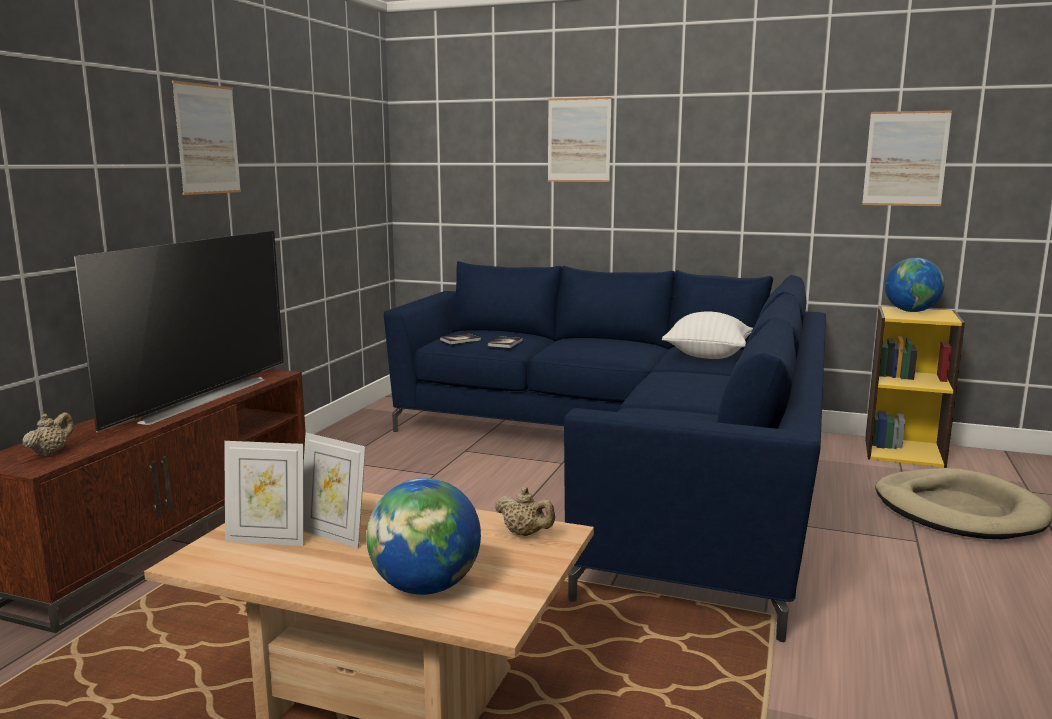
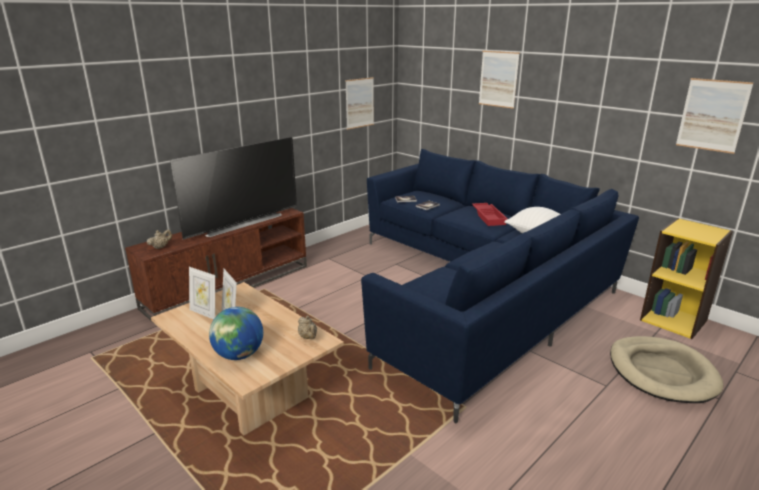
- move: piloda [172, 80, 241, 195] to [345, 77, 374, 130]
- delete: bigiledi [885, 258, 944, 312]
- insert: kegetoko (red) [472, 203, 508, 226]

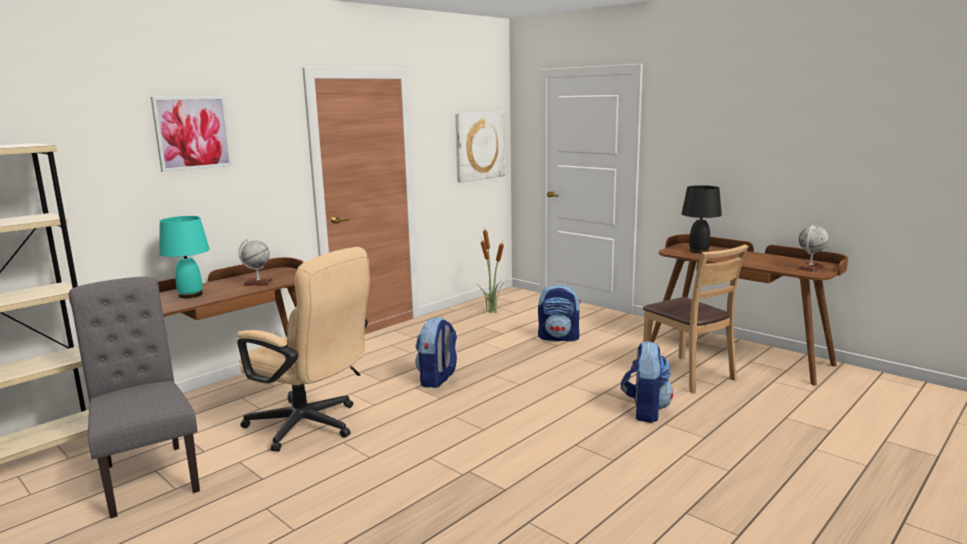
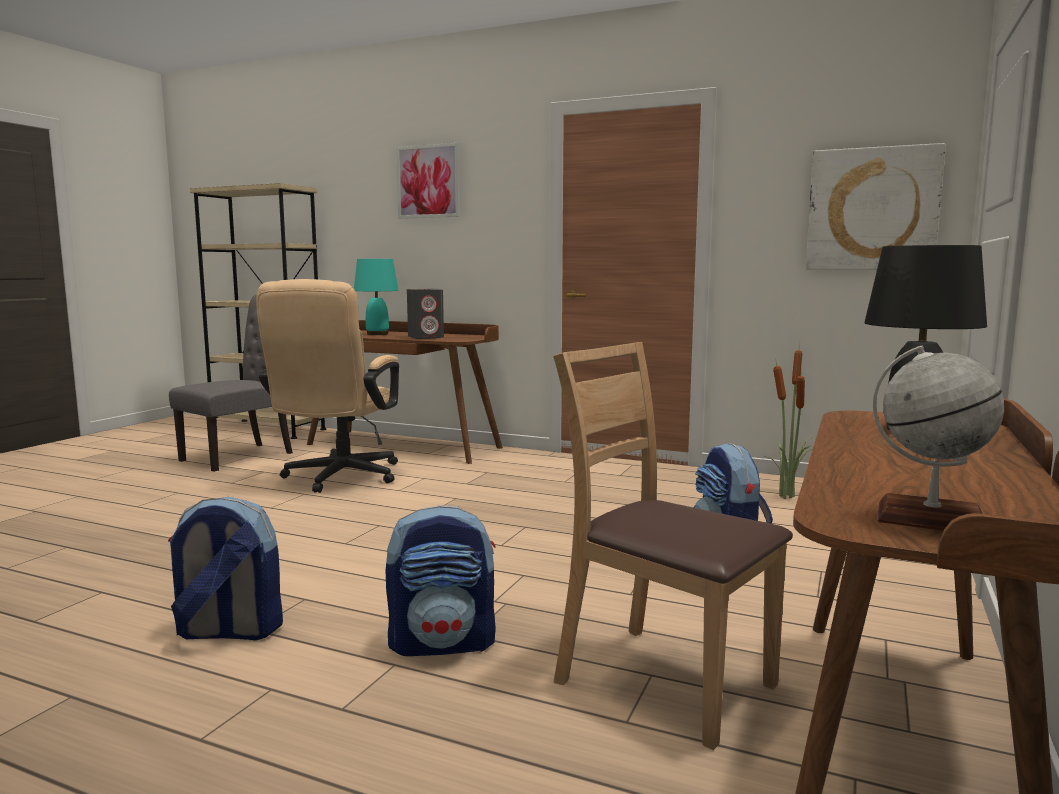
- replace: bigiledi [239, 239, 274, 286] to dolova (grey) [407, 289, 444, 339]
- rotate: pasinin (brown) [643, 244, 749, 393] = [553, 342, 793, 750] 90 degrees clockwise
- move: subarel [415, 317, 457, 388] to [168, 497, 283, 640]

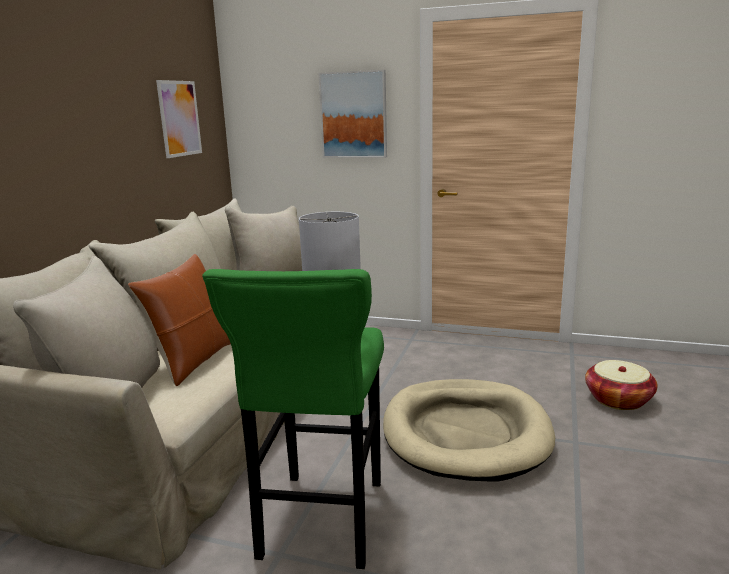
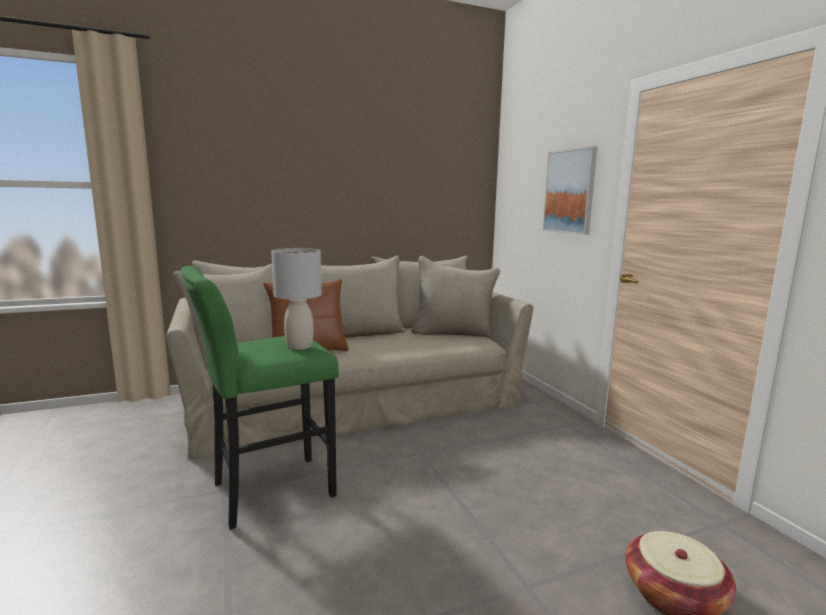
- delete: piloda [156, 80, 202, 158]
- delete: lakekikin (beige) [383, 379, 555, 481]

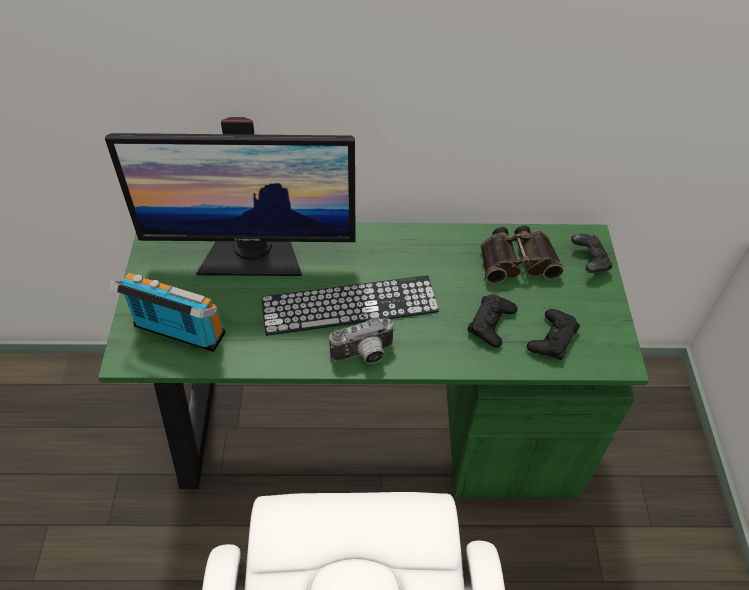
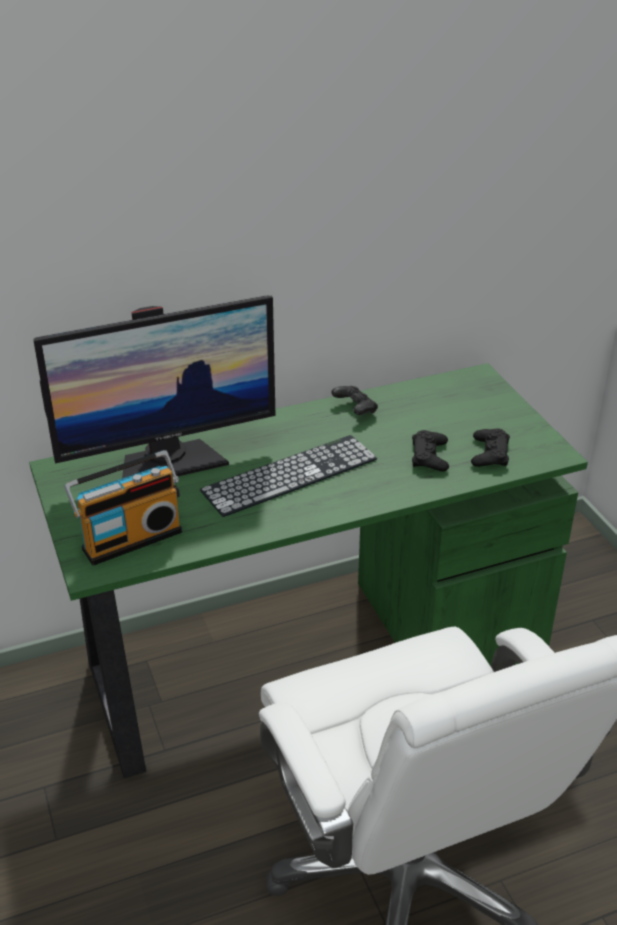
- delete: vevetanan [481, 225, 564, 284]
- move: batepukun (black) [571, 234, 612, 273] to [331, 386, 378, 415]
- rotate: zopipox [108, 273, 225, 352] = [64, 450, 182, 566] 150 degrees clockwise
- delete: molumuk [330, 318, 395, 364]

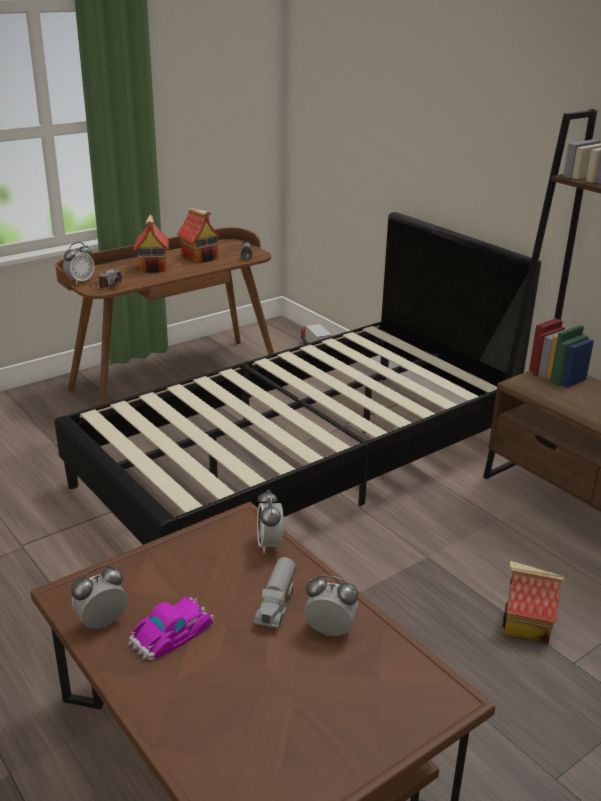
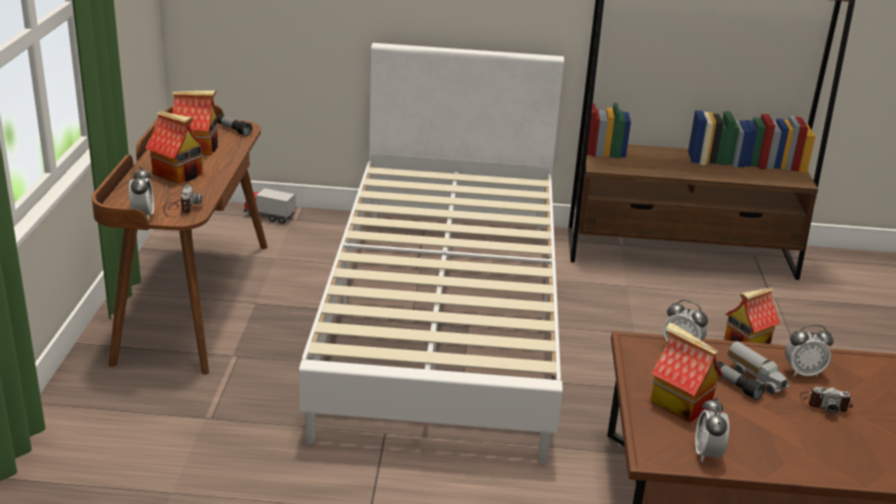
- recolor: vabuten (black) [55, 212, 541, 545] to vabuten (white) [299, 43, 564, 464]
- rotate: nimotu [304, 575, 359, 636] = [785, 324, 834, 377] 150 degrees counterclockwise
- delete: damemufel [128, 597, 213, 660]
- insert: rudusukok [650, 323, 723, 423]
- insert: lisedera [717, 361, 765, 400]
- insert: molumuk [800, 387, 853, 414]

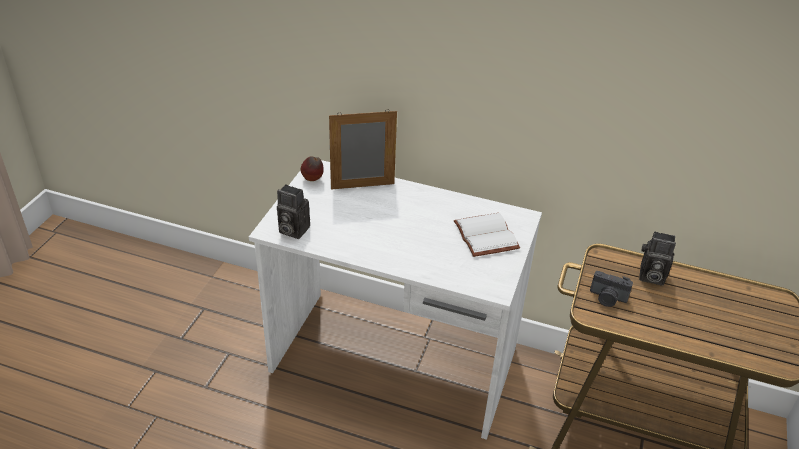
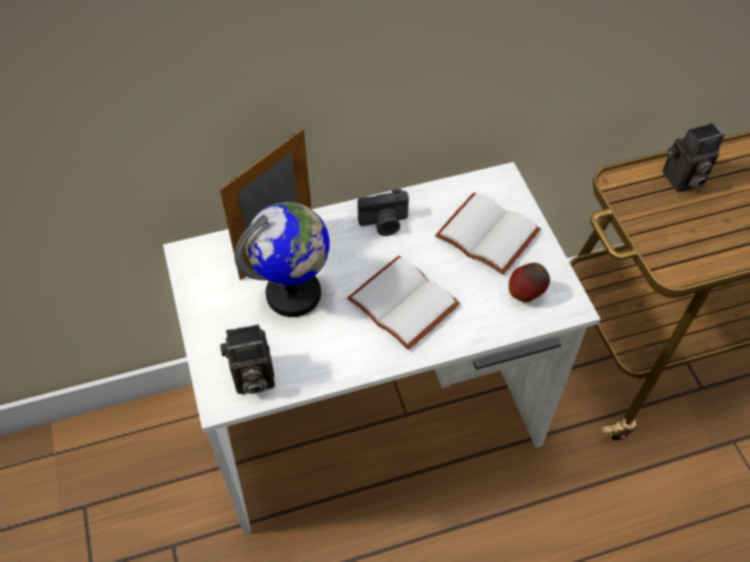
- move: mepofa [301, 157, 324, 181] to [509, 263, 550, 302]
- move: molumuk [590, 271, 633, 307] to [358, 189, 409, 236]
- insert: bigiledi [234, 202, 330, 317]
- insert: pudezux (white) [347, 256, 460, 350]

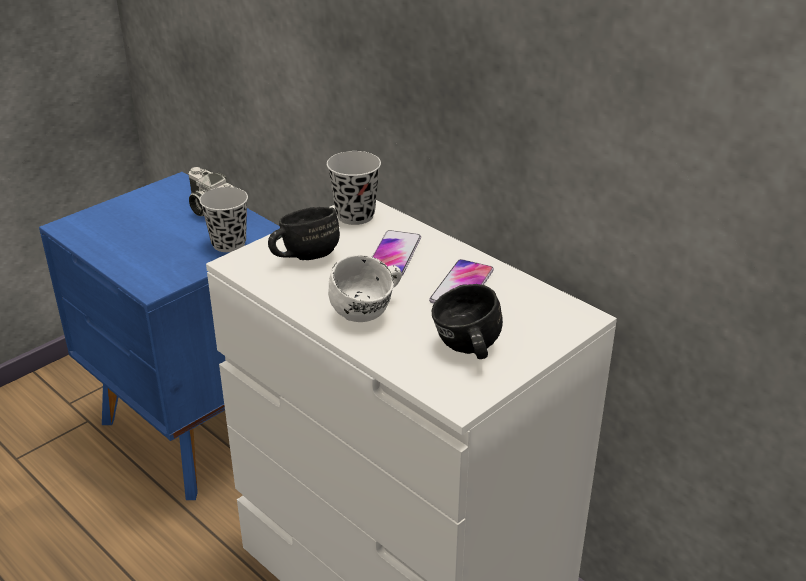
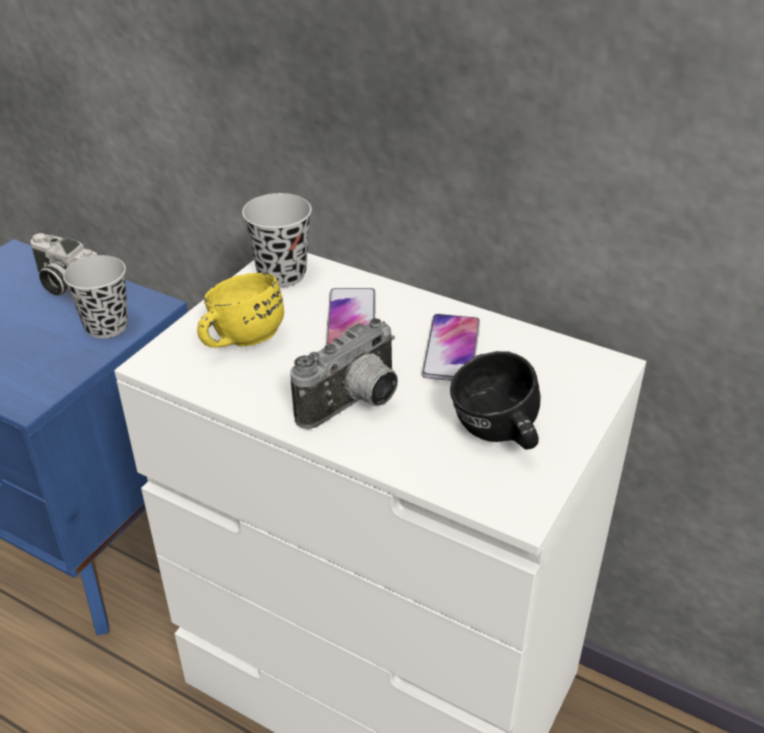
- recolor: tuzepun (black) [268, 207, 340, 260] to tuzepun (yellow) [197, 273, 284, 348]
- replace: tuzepun (white) [328, 254, 402, 322] to molumuk [290, 318, 398, 429]

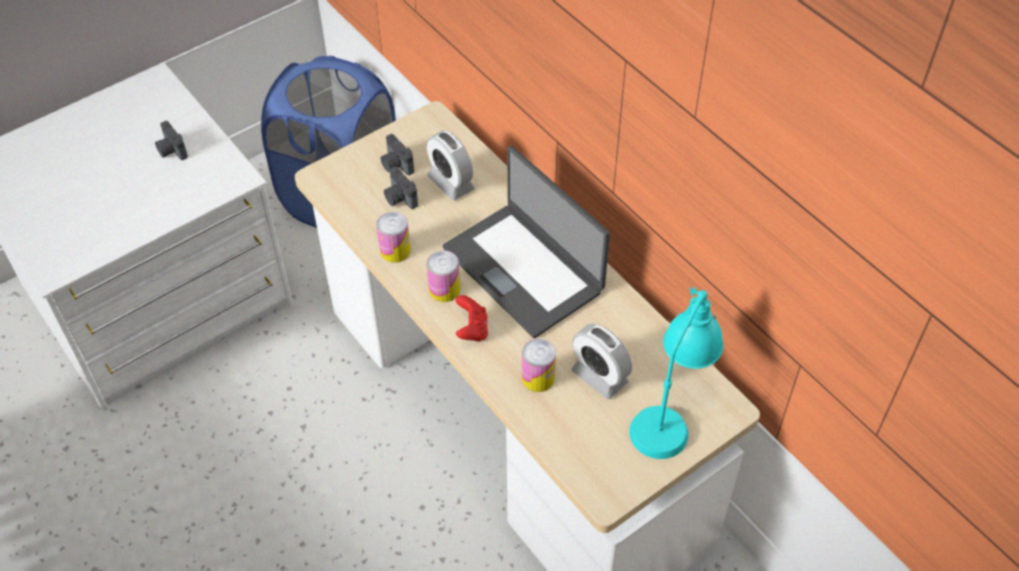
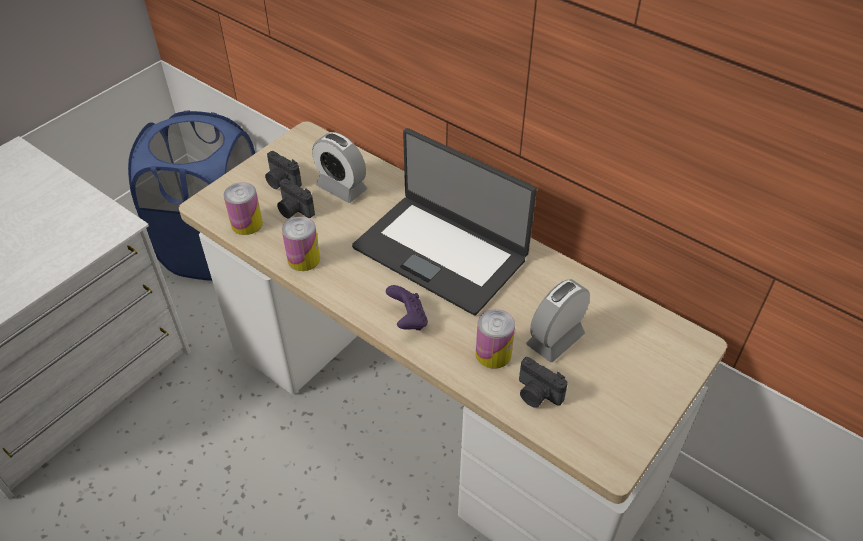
- move: molumuk [155, 121, 188, 160] to [519, 357, 568, 408]
- move: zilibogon [426, 250, 460, 302] to [223, 182, 263, 235]
- delete: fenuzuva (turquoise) [629, 287, 723, 459]
- recolor: batepukun (red) [455, 295, 488, 342] to batepukun (purple) [386, 285, 428, 330]
- rotate: nimotu [572, 323, 632, 399] = [526, 279, 590, 362] 105 degrees clockwise

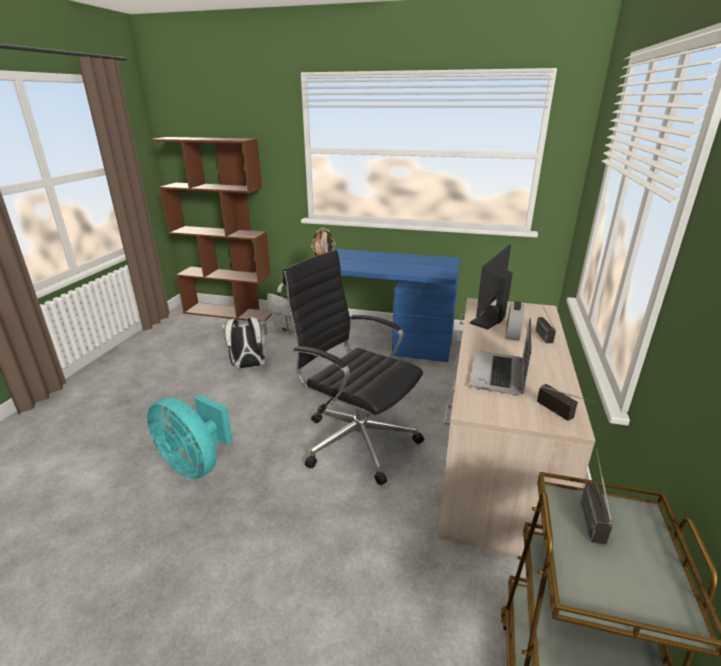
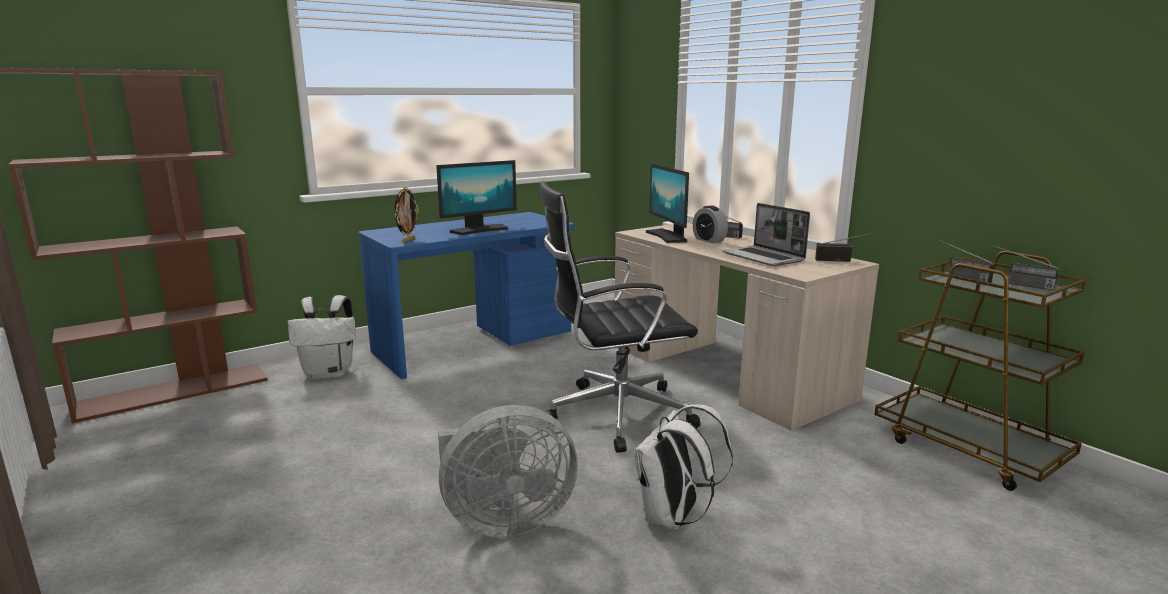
- move: subarel (white) [221, 317, 267, 369] to [635, 404, 733, 530]
- recolor: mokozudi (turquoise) [147, 394, 233, 479] to mokozudi (grey) [438, 405, 578, 537]
- insert: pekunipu [436, 160, 517, 235]
- insert: zopipox [992, 245, 1059, 290]

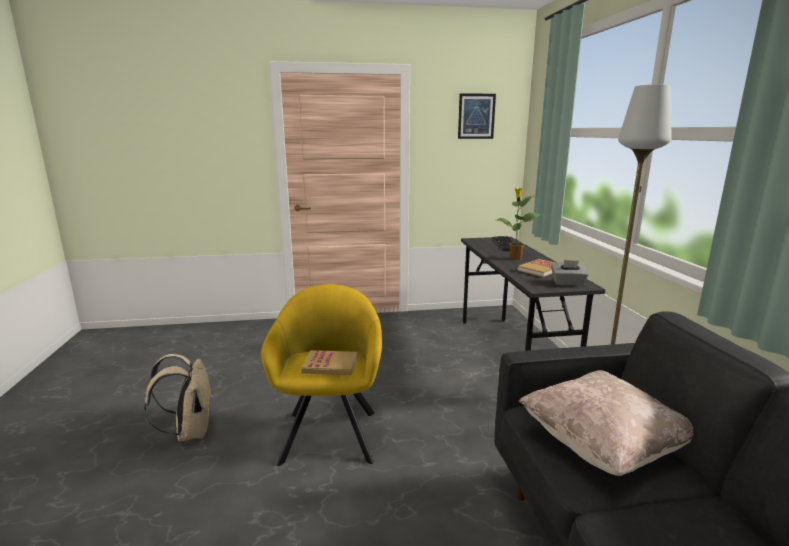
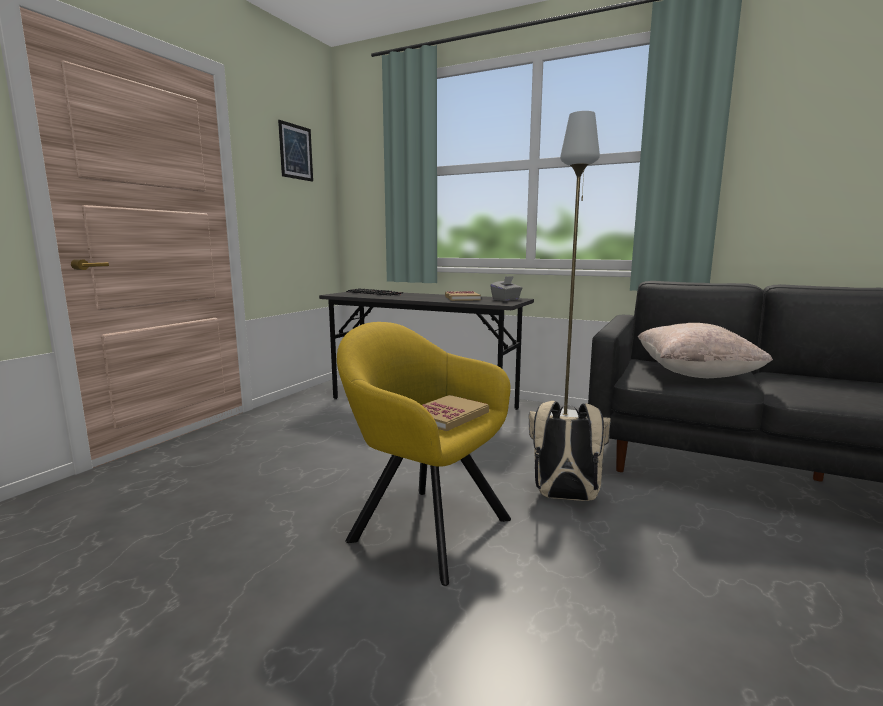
- delete: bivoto [496, 188, 540, 260]
- move: subarel (beige) [144, 354, 212, 442] to [529, 401, 611, 501]

